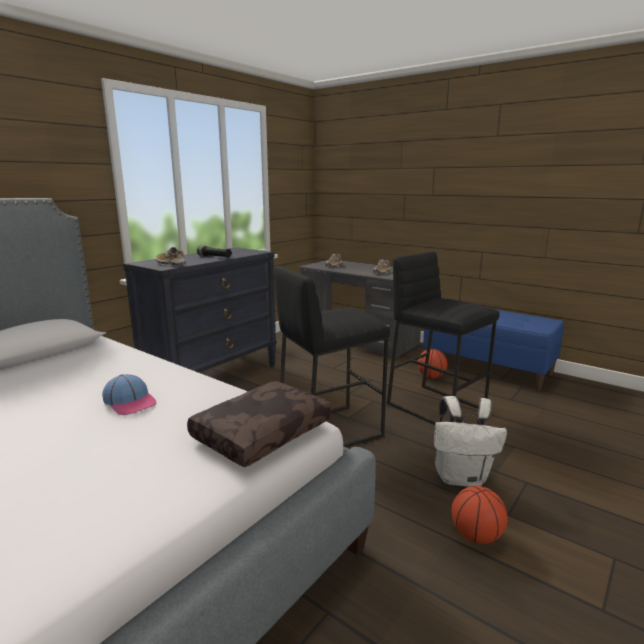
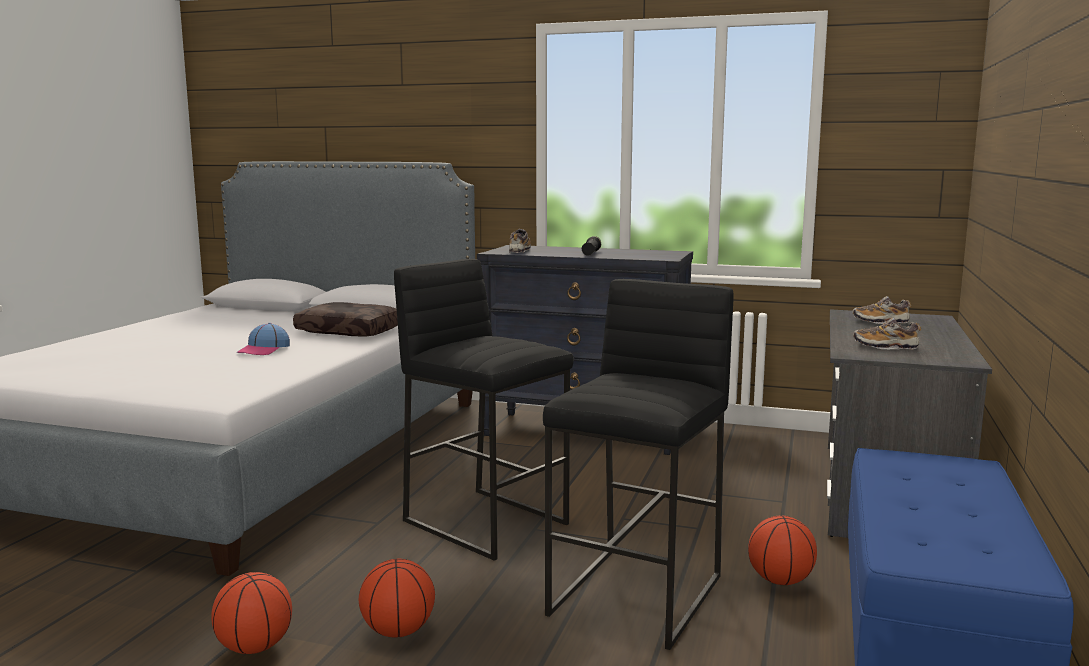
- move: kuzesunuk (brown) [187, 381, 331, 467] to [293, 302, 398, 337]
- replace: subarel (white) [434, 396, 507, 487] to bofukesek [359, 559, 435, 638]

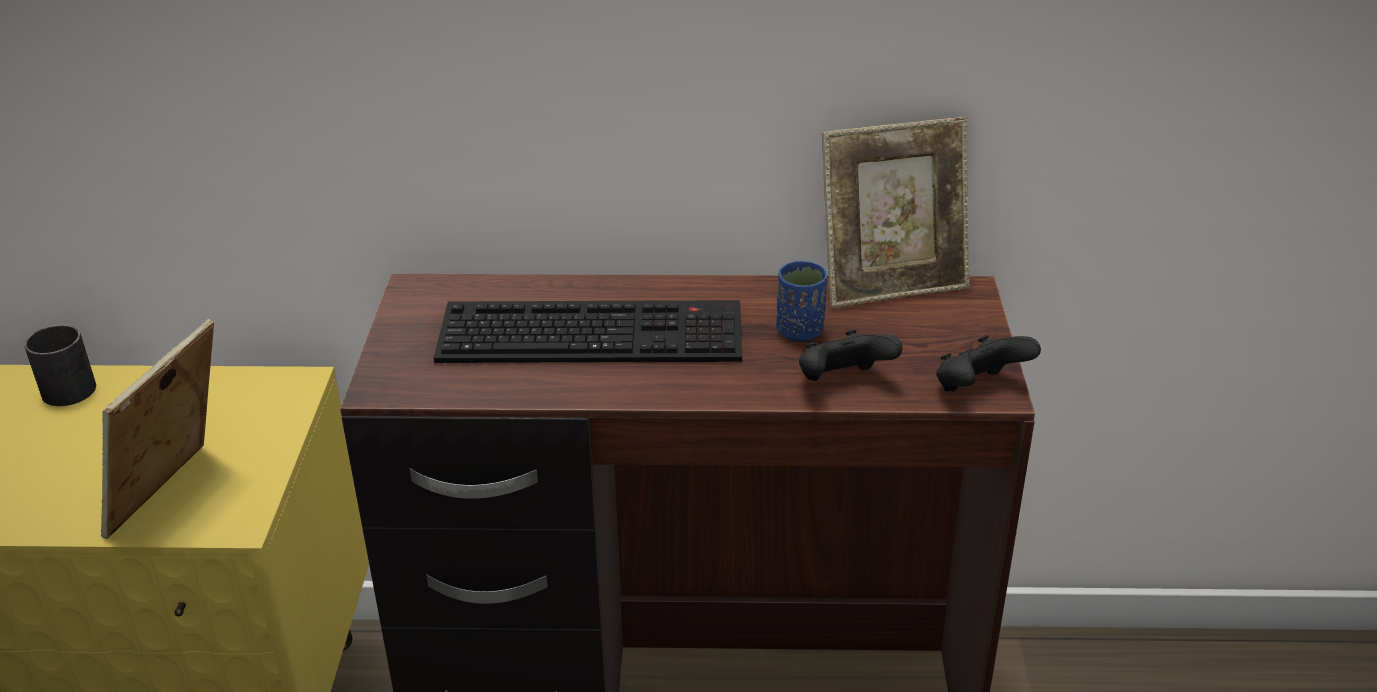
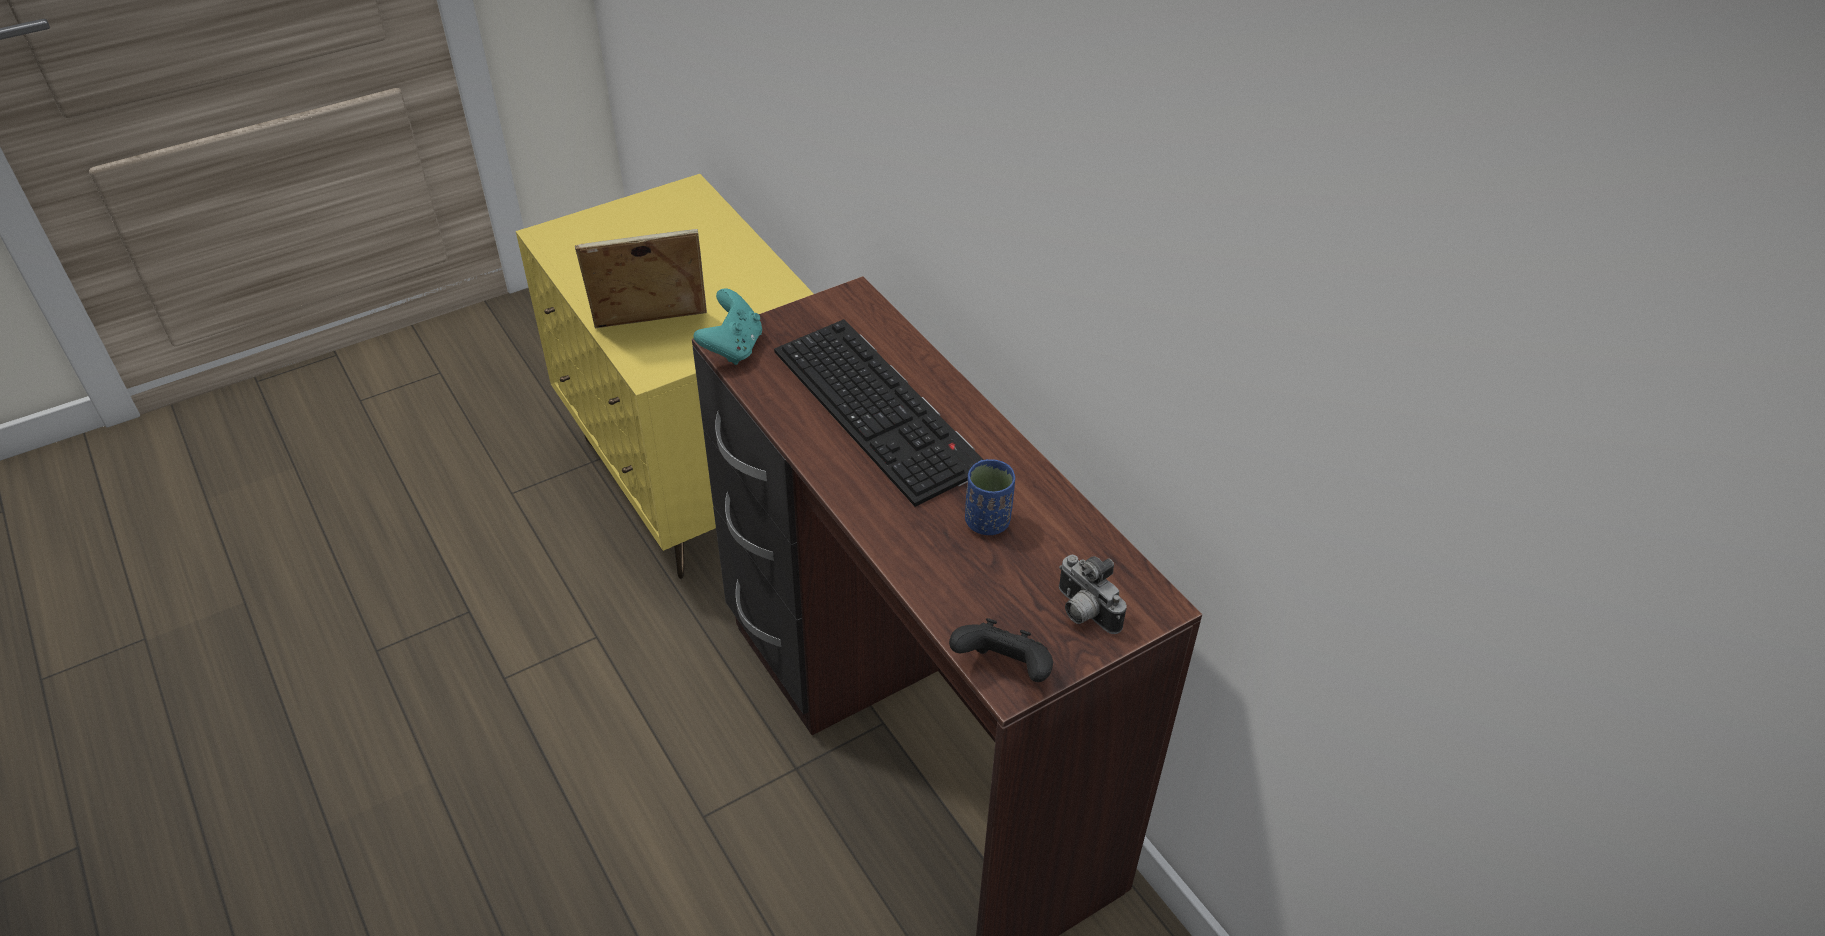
- delete: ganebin [822, 117, 970, 308]
- delete: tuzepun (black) [24, 325, 96, 406]
- delete: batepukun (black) [799, 329, 903, 381]
- insert: batepukun (turquoise) [694, 288, 762, 365]
- insert: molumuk [1059, 555, 1127, 634]

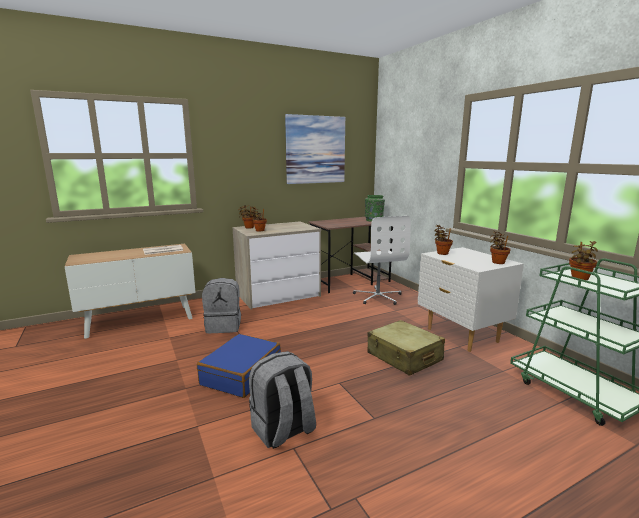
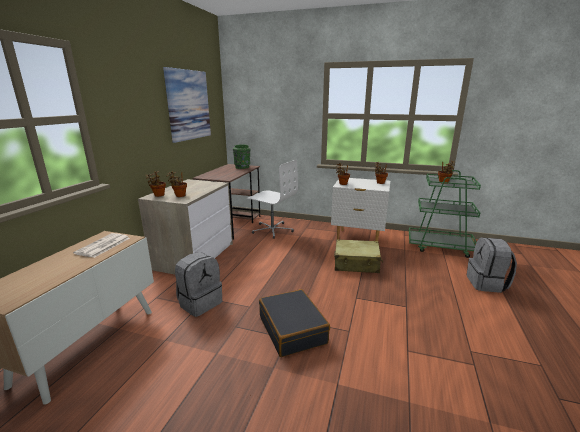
- recolor: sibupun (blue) [197, 334, 281, 398] to sibupun (black) [259, 289, 330, 357]
- move: subarel (grey) [249, 351, 316, 449] to [467, 238, 517, 293]

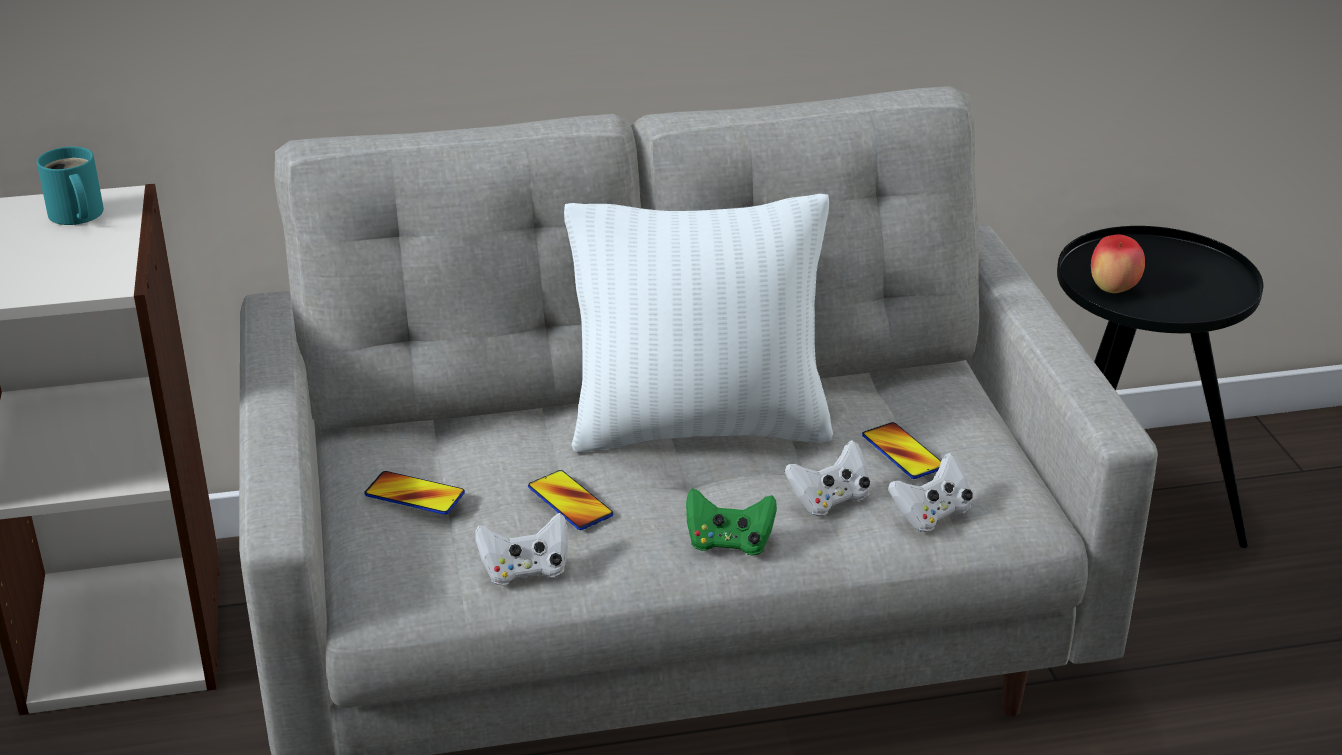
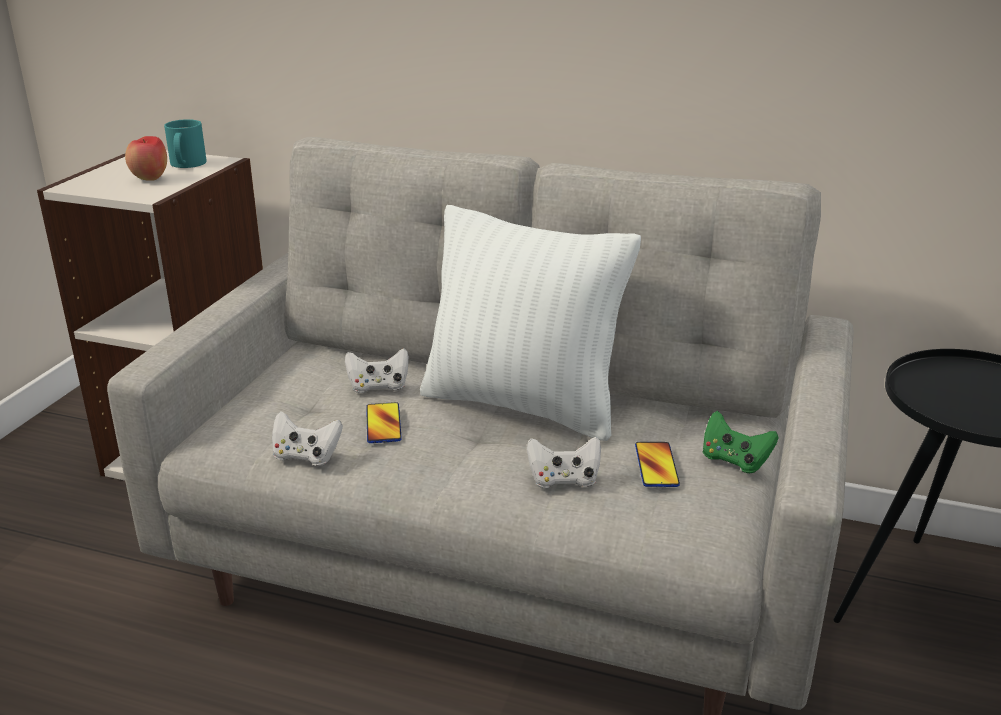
- move: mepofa [1091, 234, 1145, 293] to [125, 136, 167, 181]
- move: batepukun (white) [888, 453, 973, 532] to [345, 348, 409, 393]
- delete: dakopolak [364, 471, 465, 515]
- move: batepukun (green) [686, 488, 777, 556] to [702, 411, 779, 473]

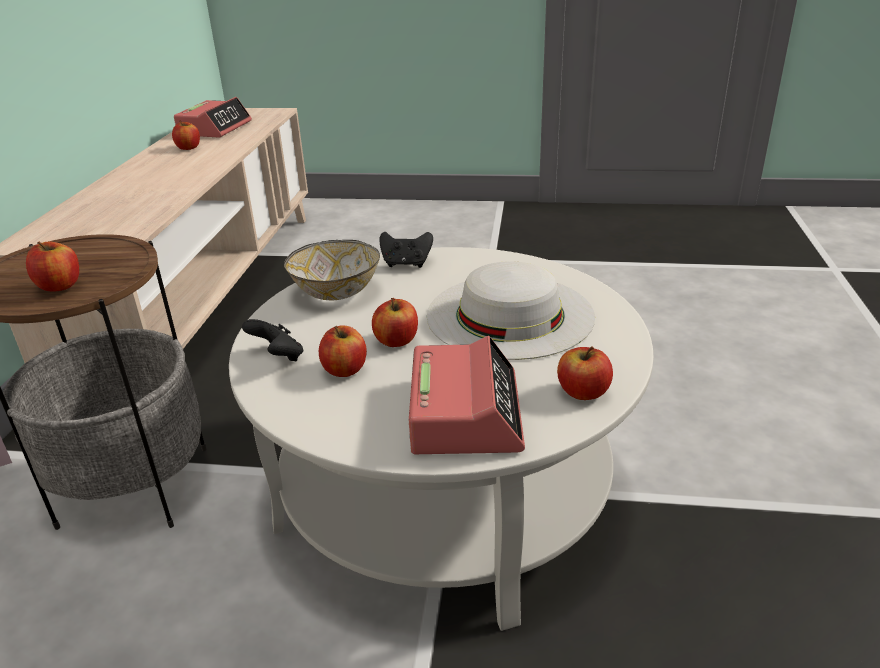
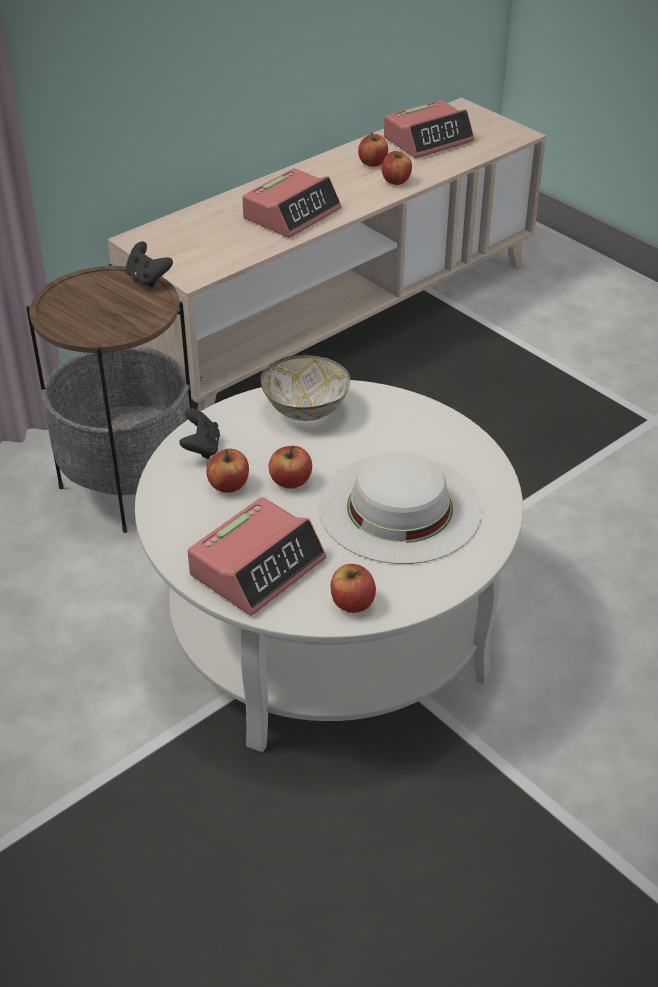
- move: batepukun (black) [379, 232, 433, 268] to [126, 242, 173, 288]
- move: mepofa [26, 241, 79, 292] to [382, 151, 412, 185]
- insert: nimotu [242, 168, 342, 238]

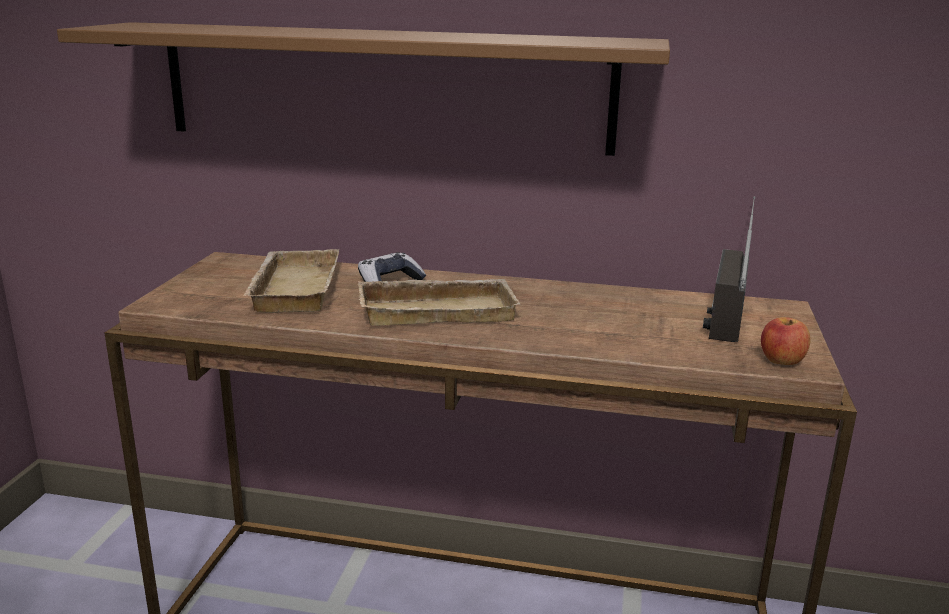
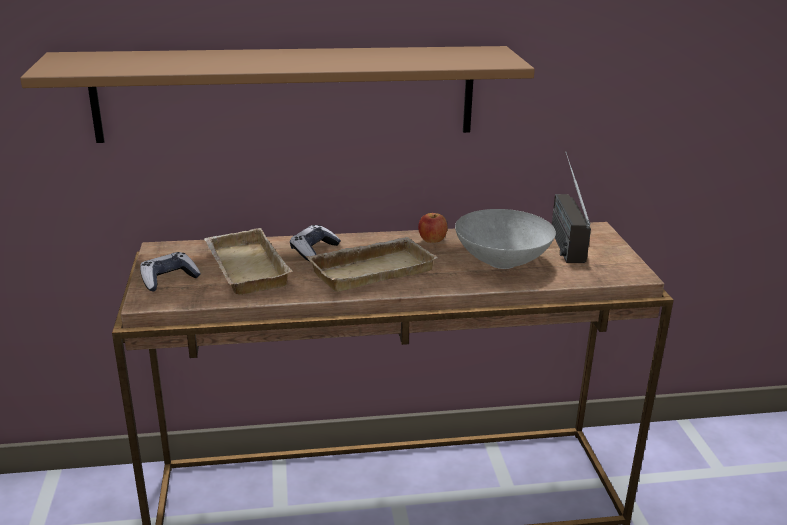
- move: mepofa [761, 317, 810, 365] to [418, 213, 447, 243]
- insert: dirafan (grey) [455, 209, 556, 269]
- insert: batepukun [140, 252, 201, 291]

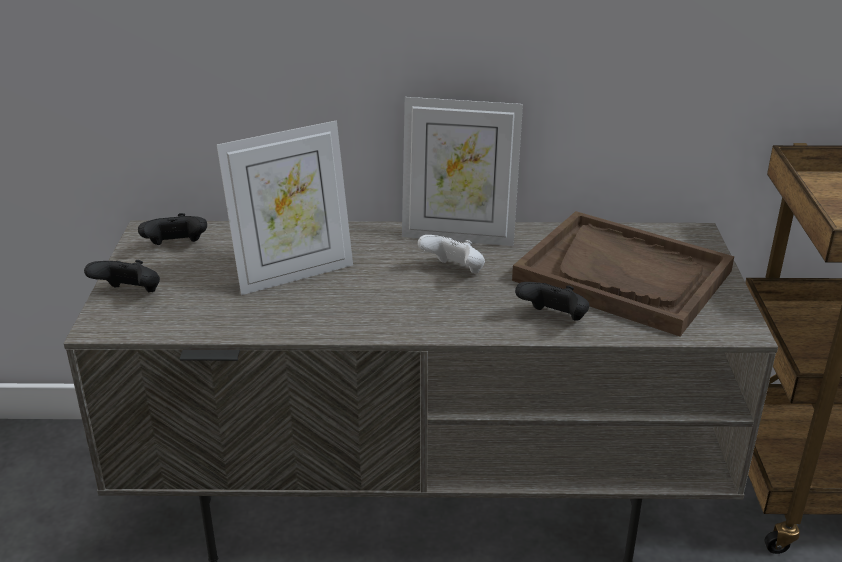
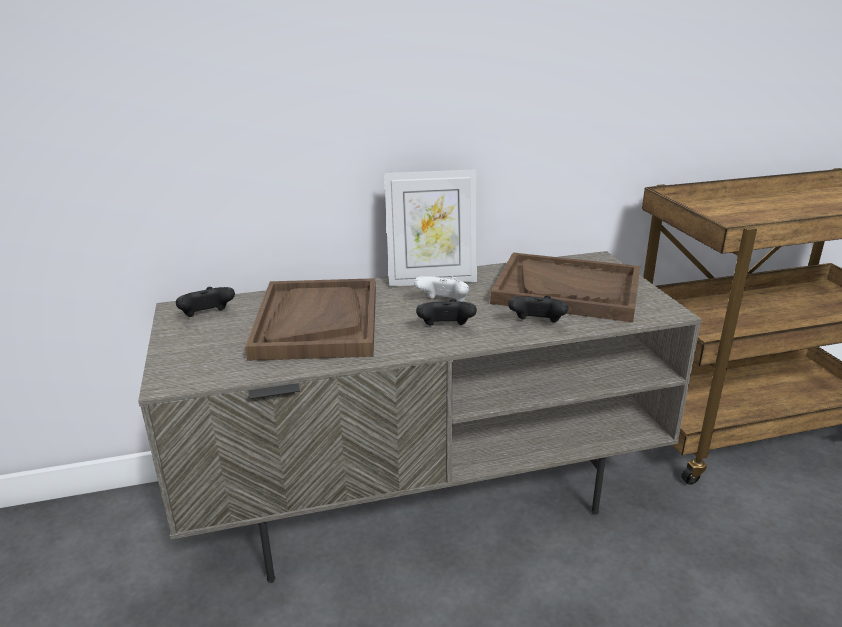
- replace: ganebin [217, 121, 353, 295] to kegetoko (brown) [245, 278, 376, 361]
- move: batepukun (black) [84, 260, 160, 292] to [416, 299, 477, 326]

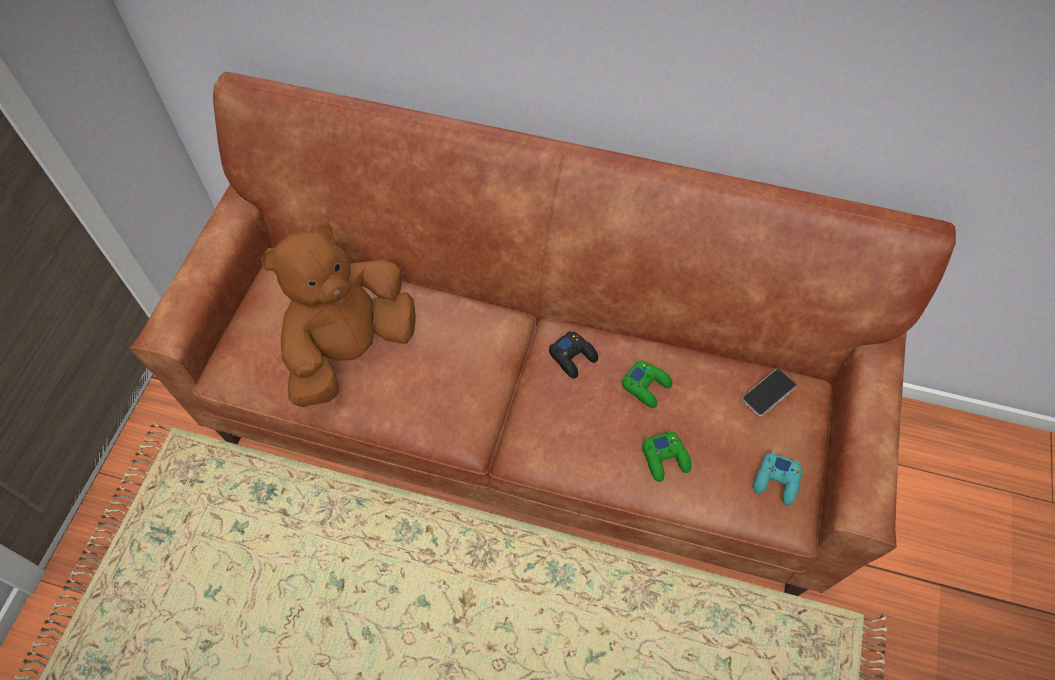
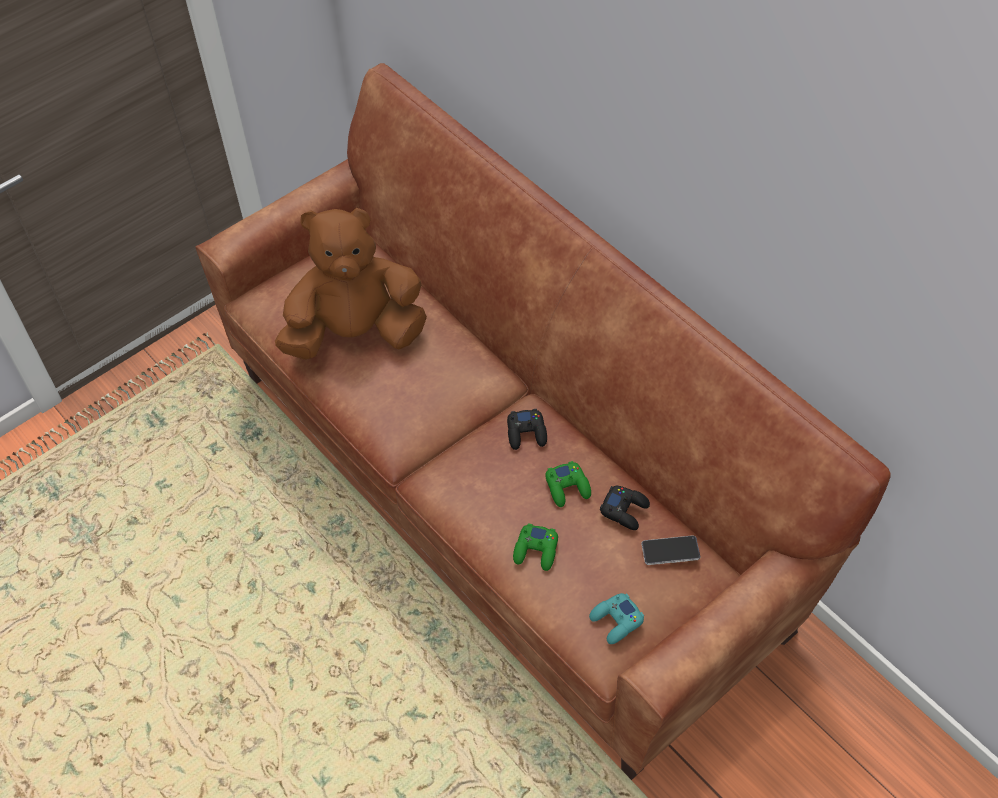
- insert: batepukun (black) [600, 486, 650, 530]

